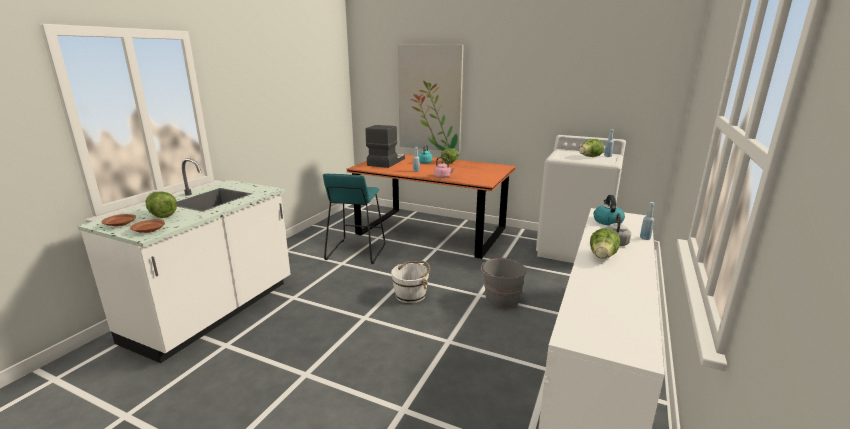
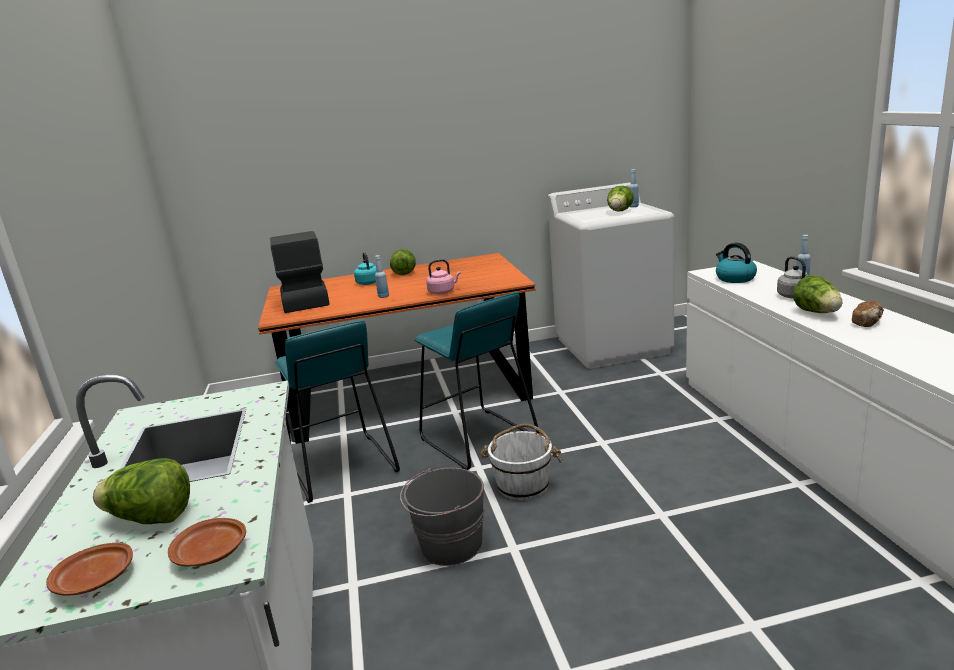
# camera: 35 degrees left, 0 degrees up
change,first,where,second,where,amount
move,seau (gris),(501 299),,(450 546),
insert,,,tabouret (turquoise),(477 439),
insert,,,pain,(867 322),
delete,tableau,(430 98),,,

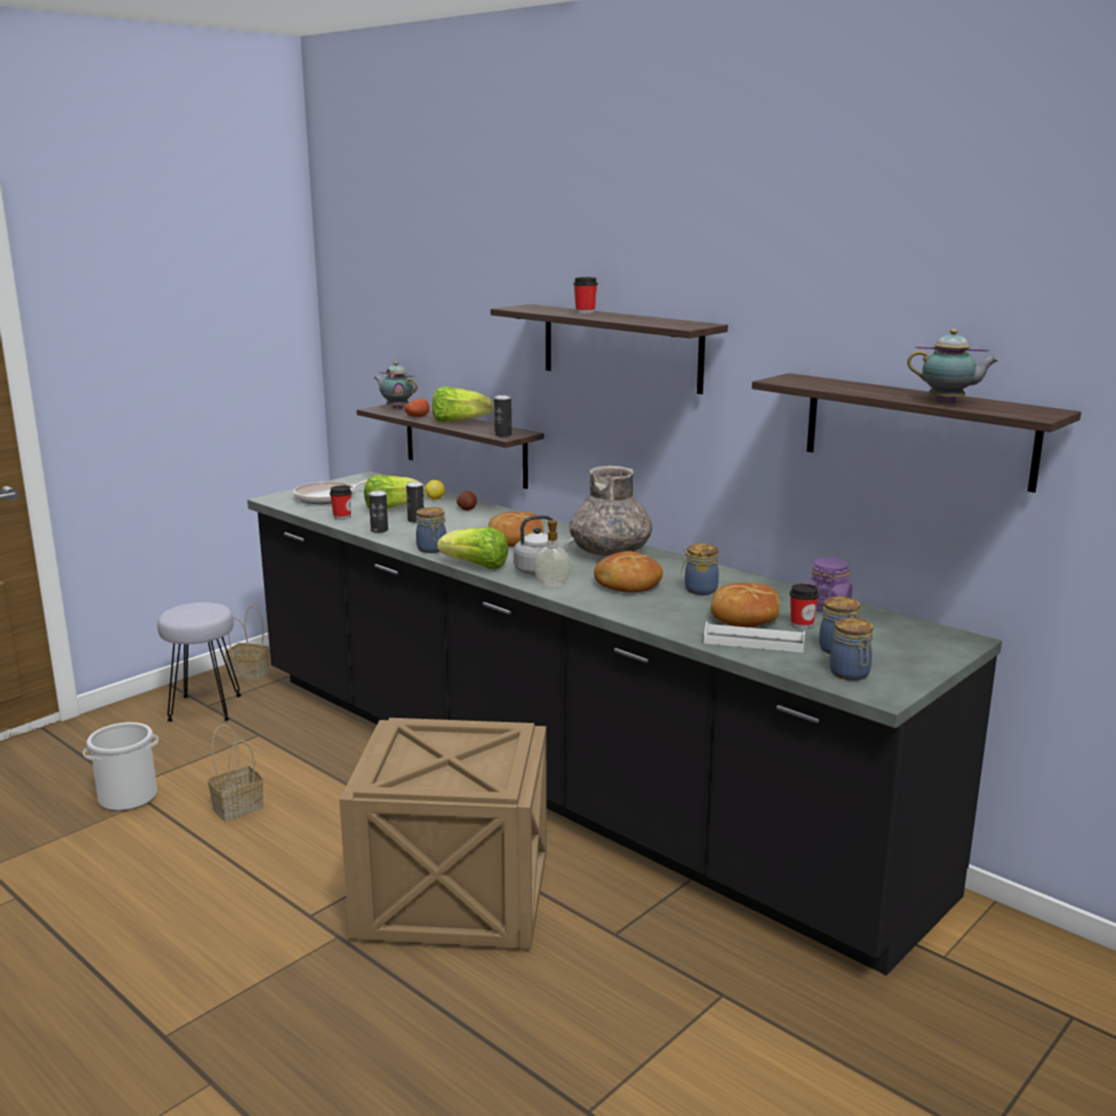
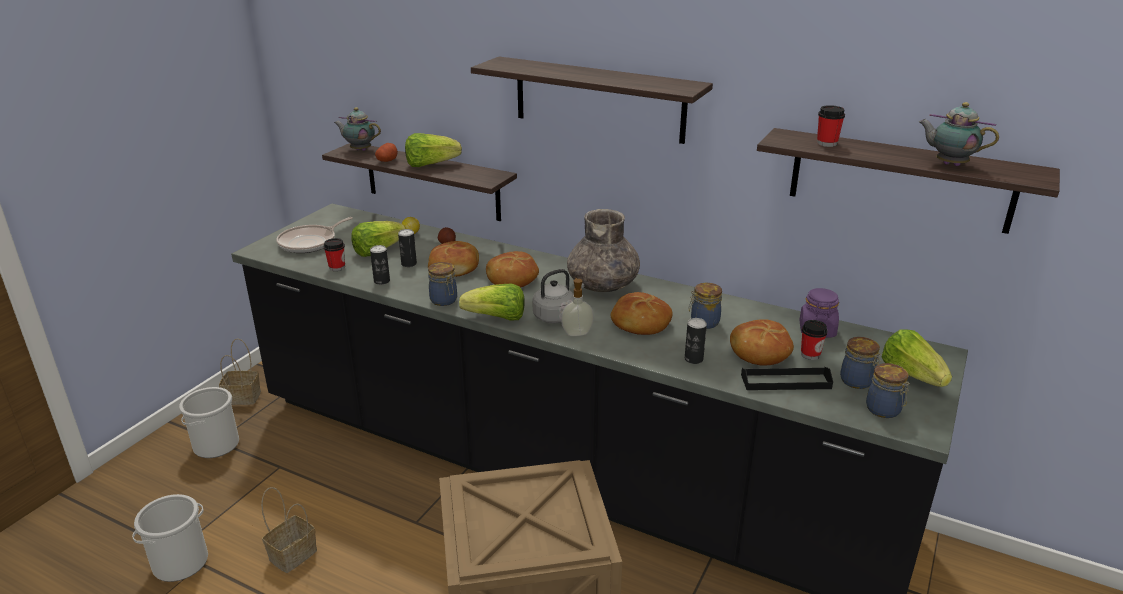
# camera: 15 degrees left, 10 degrees up
change,first,where,second,where,amount
replace,tabouret (gris),(205 709),seau,(216 445),
insert,,,pain,(454 267),
move,boîte métallique,(503 435),,(693 359),
recolor,plateau (blanc),(754 642),plateau (noir),(785 382),
move,tasse,(585 312),,(827 143),
insert,,,laitue,(911 375),
rotate,théière,(948 402),,(948 164),150 degrees counterclockwise

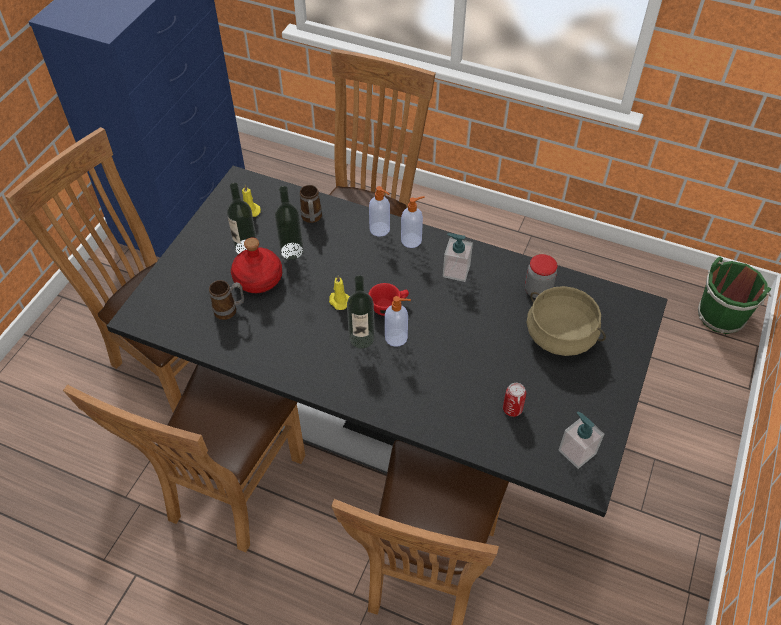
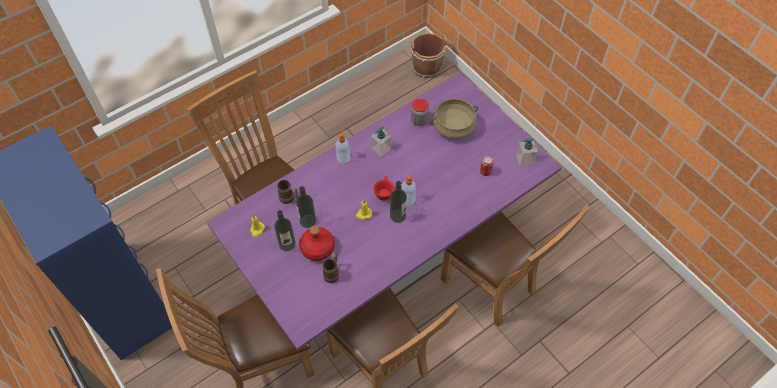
# camera: 60 degrees left, 5 degrees up
change,first,where,second,where,amount
recolor,table à manger (noir),(390 419),table à manger (violet),(388 256),
recolor,seau (vert),(722 314),seau (marron),(426 66),
delete,distributeur de savon,(380 229),,,

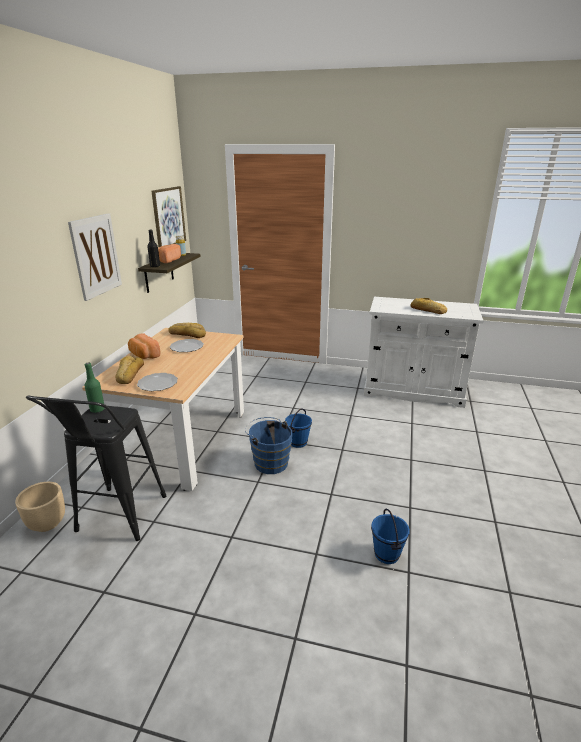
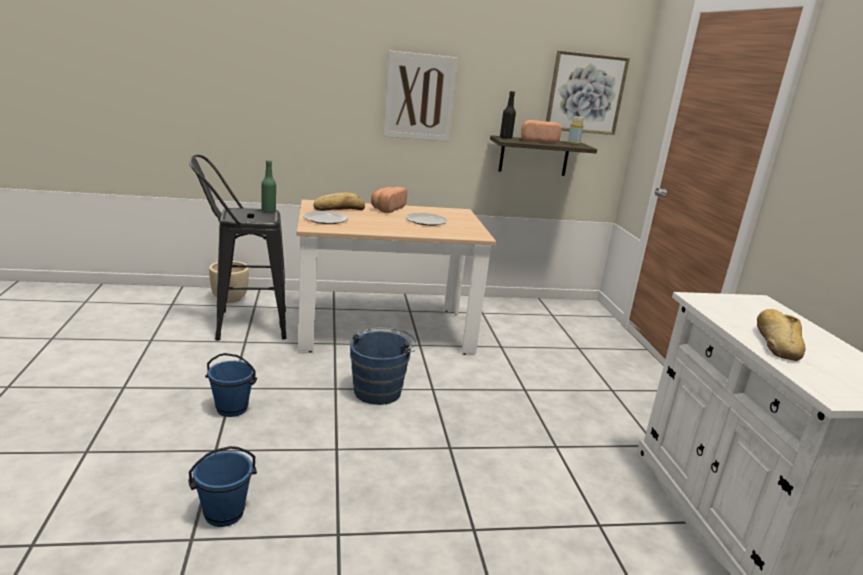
# camera: 65 degrees right, 5 degrees down
change,first,where,second,where,amount
move,seau (bleu),(297 442),,(232 408),
delete,pain,(187 334),,,

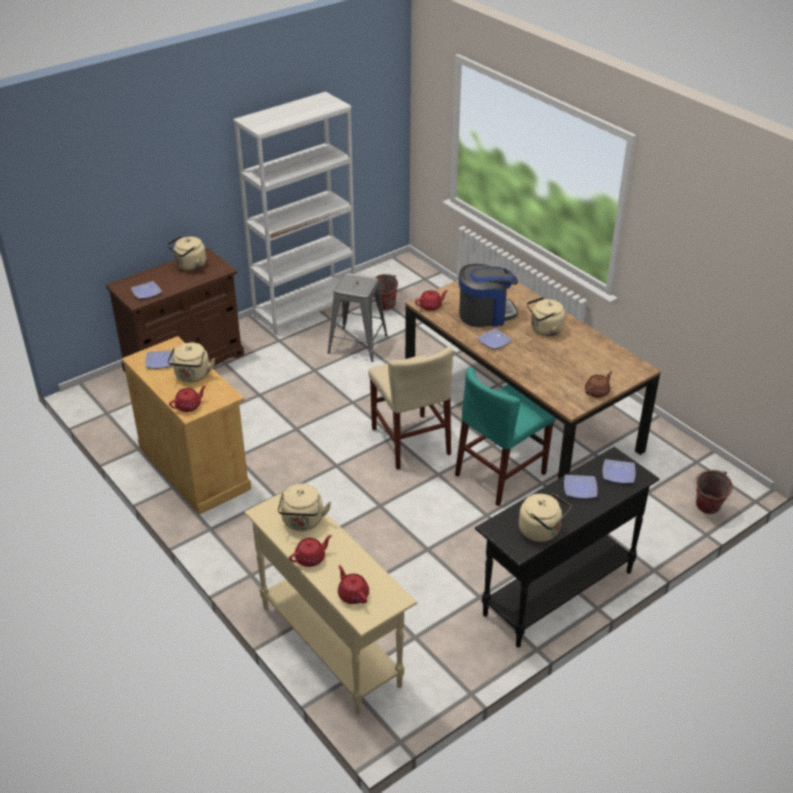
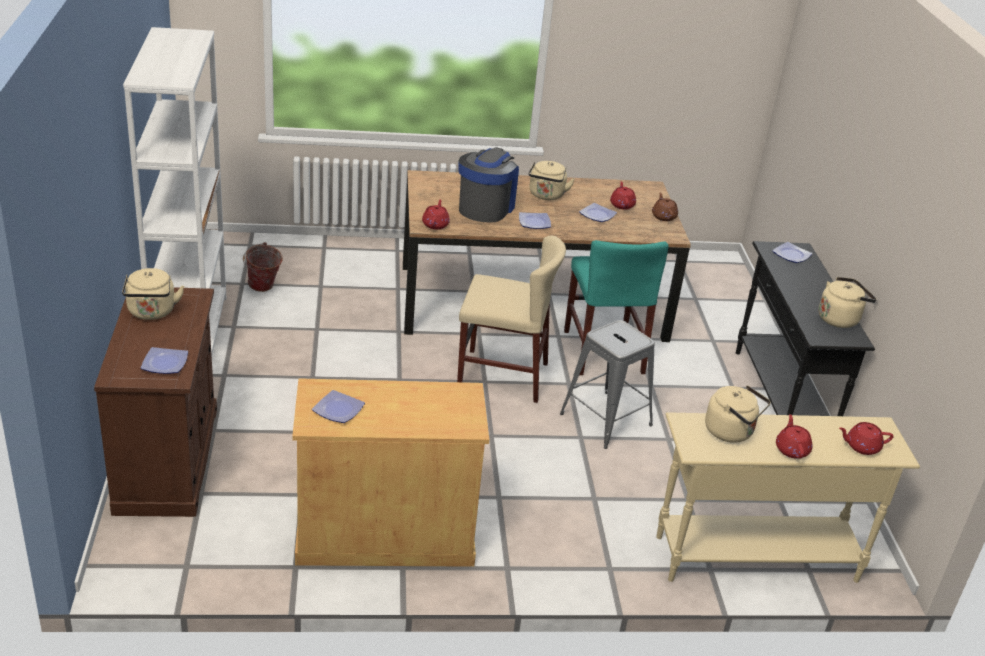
# camera: 60 degrees left, 5 degrees down
change,first,where,second,where,amount
move,tabouret (gris),(358 344),,(606 419),
move,assiette,(579 489),,(597 215),
move,théière (rouge),(189 406),,(622 205),
delete,bouilloire (beige),(192 376),,,
delete,seau,(706 510),,,

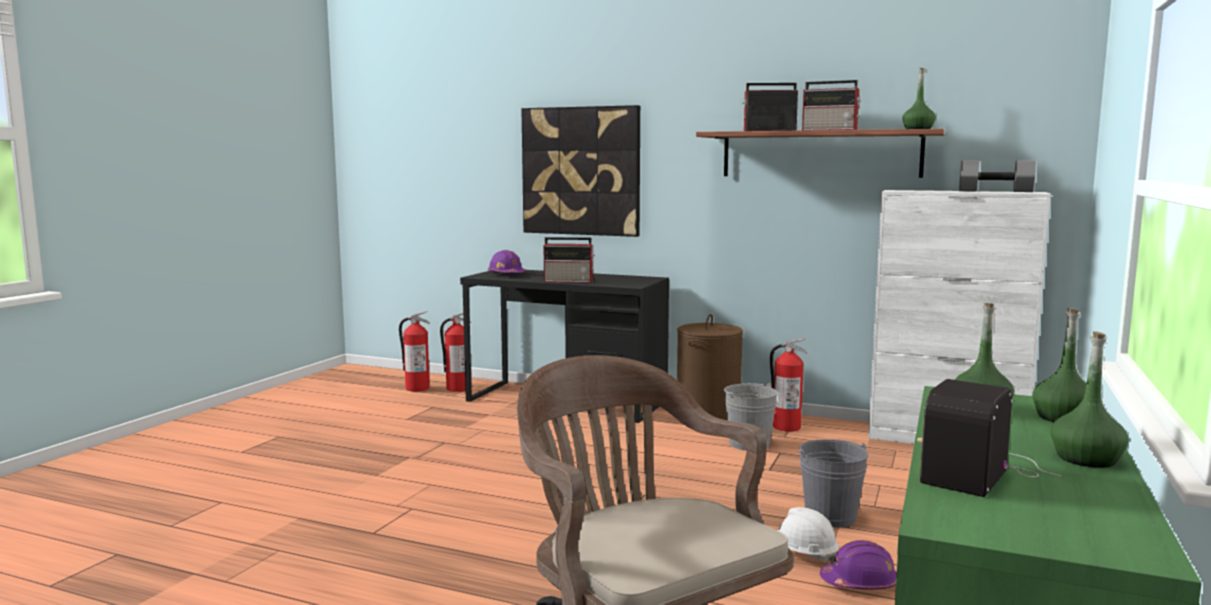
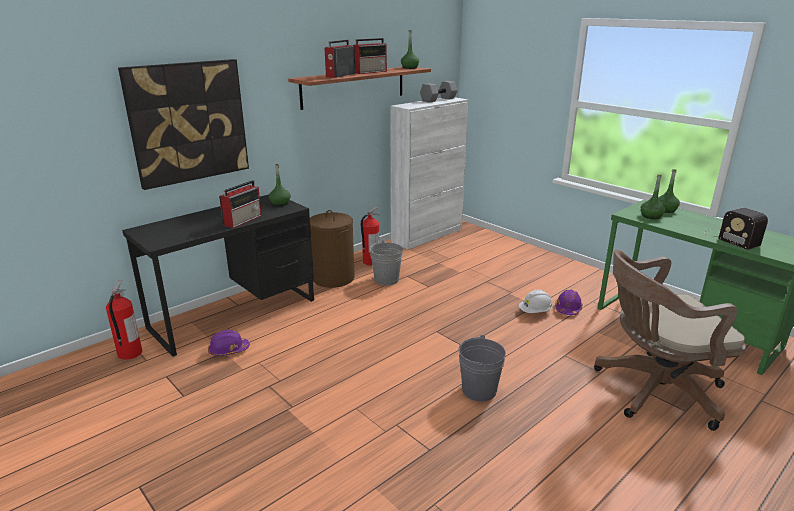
# camera: 65 degrees left, 15 degrees up
change,first,where,second,where,amount
move,casque de chantier (violet),(506 274),,(228 350),
move,bouteille (vert),(1086 459),,(280 203),
move,seau (gris),(830 516),,(479 390),
delete,extincteur,(417 388),,,

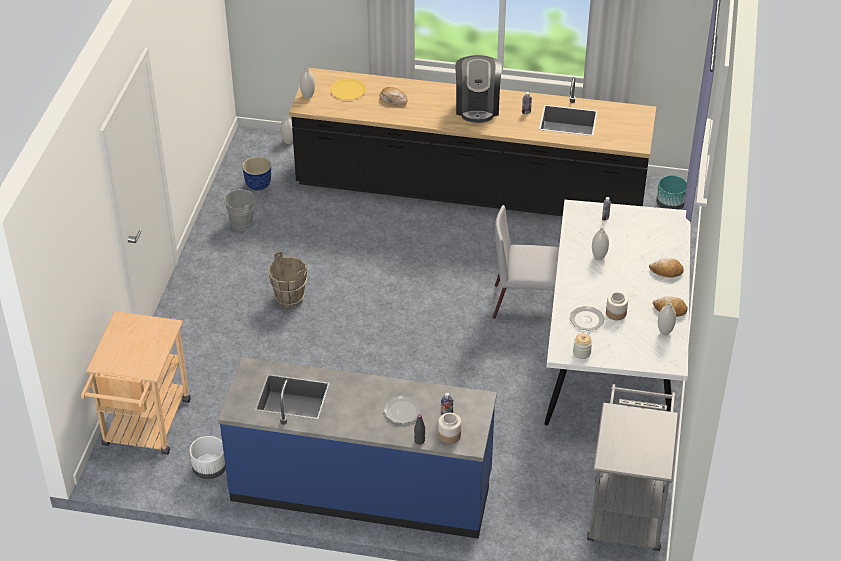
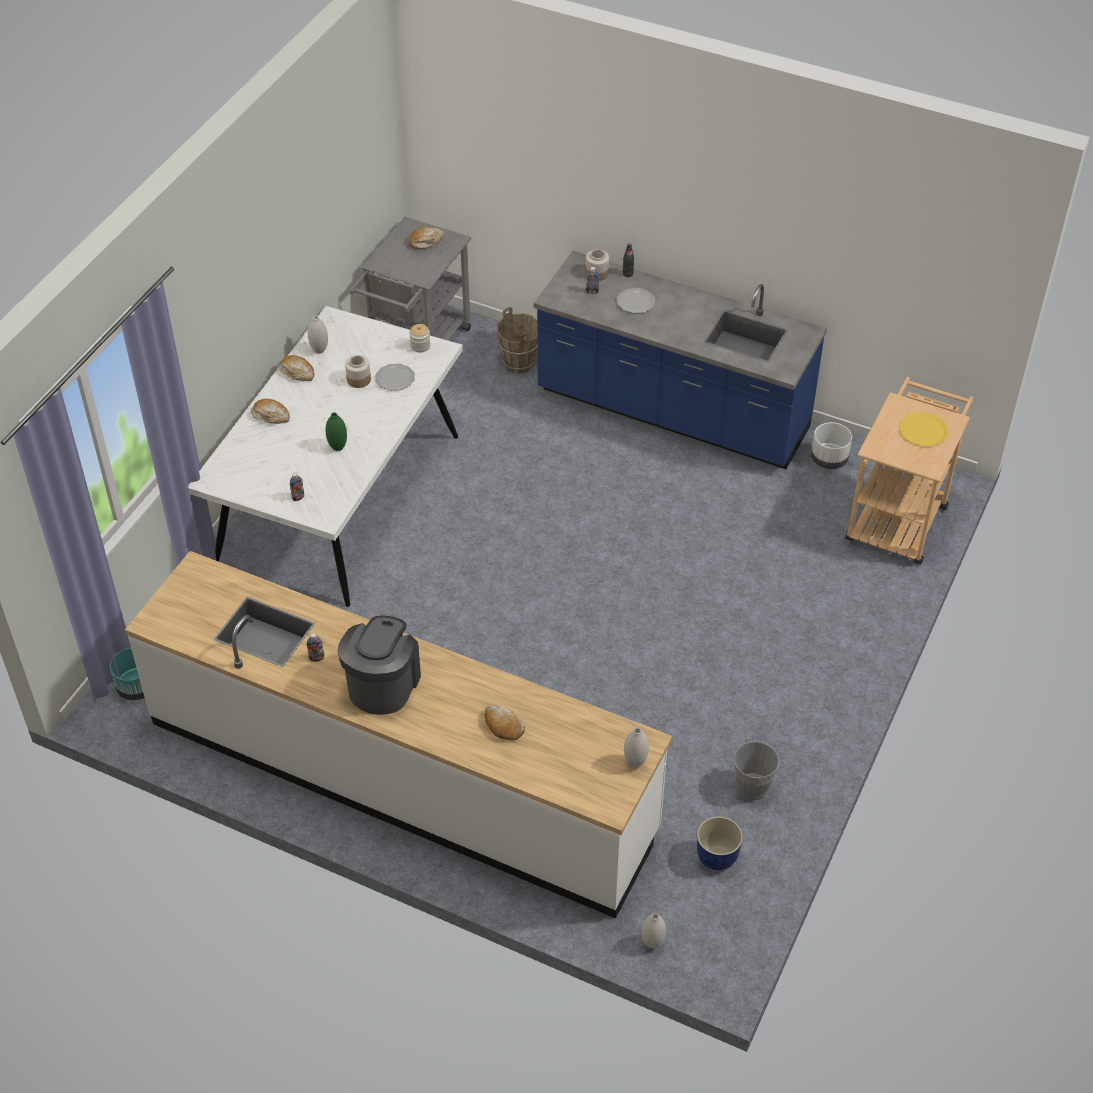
# camera: 165 degrees left, 5 degrees up
change,first,where,second,where,amount
recolor,comptoir de cuisine (noir),(470 190),comptoir de cuisine (blanc),(401 775),
recolor,vase (blanc),(599 257),vase (vert),(338 447),
insert,,,pain,(425 241),
move,seau (marron),(289 299),,(519 363),
move,assiette (jaune),(348 90),,(923 430),
delete,chaise (gris),(527 303),,,

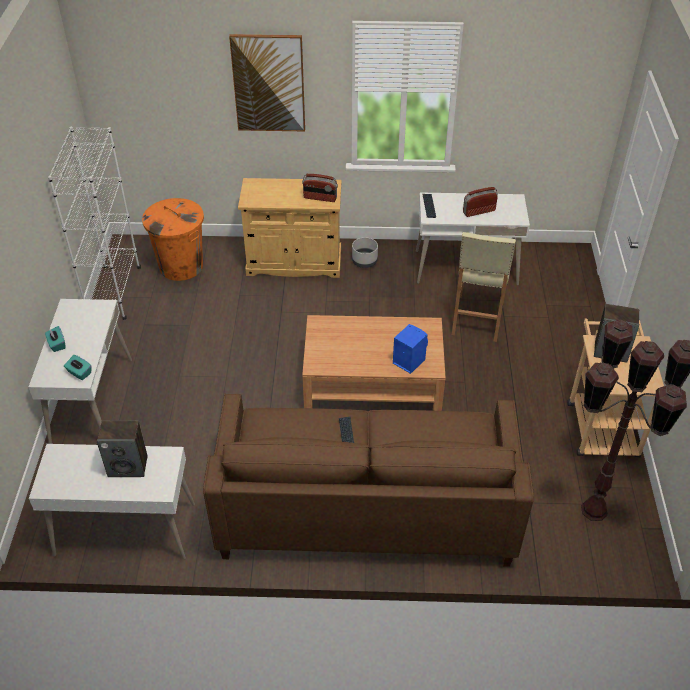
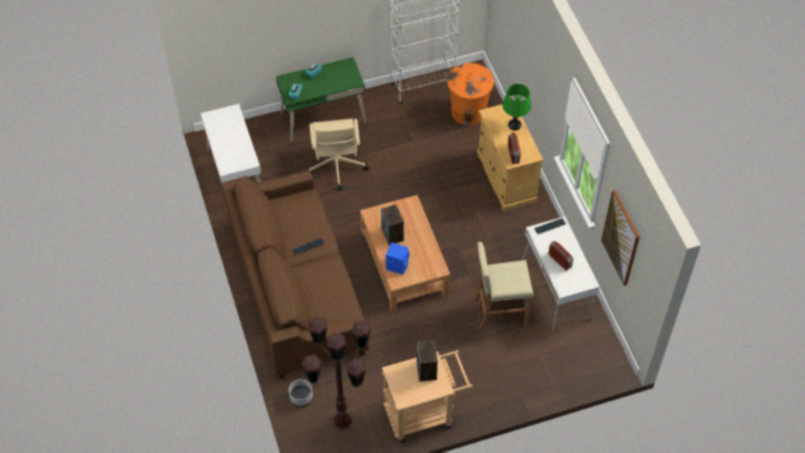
# camera: 70 degrees right, 10 degrees up
change,first,where,second,where,amount
recolor,bureau (blanc),(92 401),bureau (vert),(323 118),
move,cache-pot (gris),(364 261),,(301 398),
insert,,,chaise de bureau (beige),(336 167),
move,enceinte,(128 466),,(392 235),
insert,,,lampe de table (vert),(514 125),
move,tableau,(268 83),,(621 238),

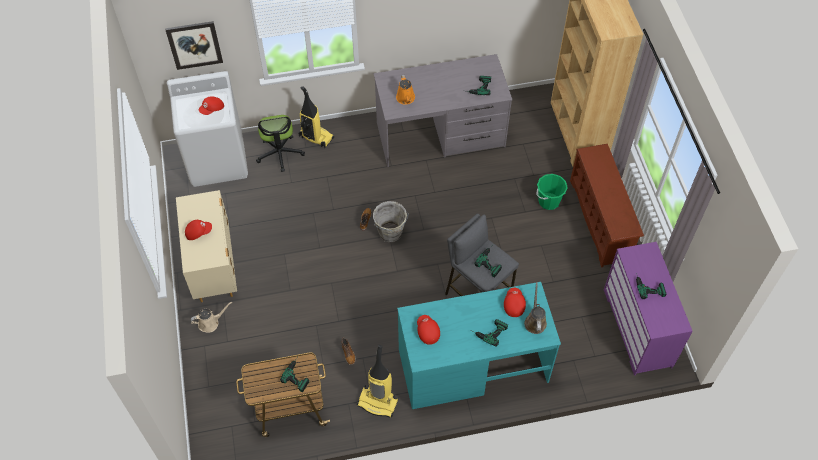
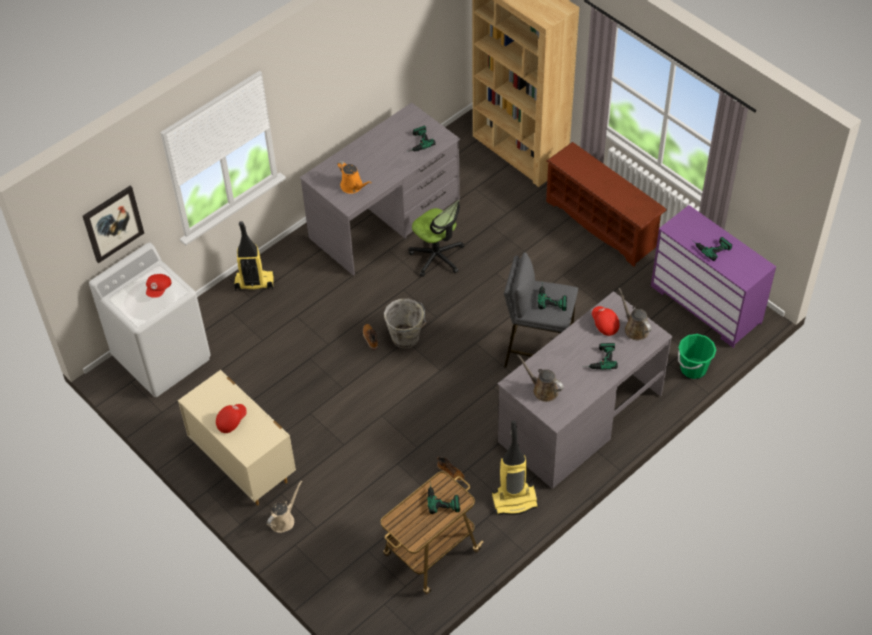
# camera: 30 degrees left, 5 degrees down
change,first,where,second,where,amount
move,chaise de bureau,(280 153),,(437 257),
recolor,bureau (turquoise),(472 365),bureau (gris),(579 418),
replace,casquette (rouge),(427 332),arrosoir (marron),(543 390),
move,seau (vert),(548 201),,(693 368),

